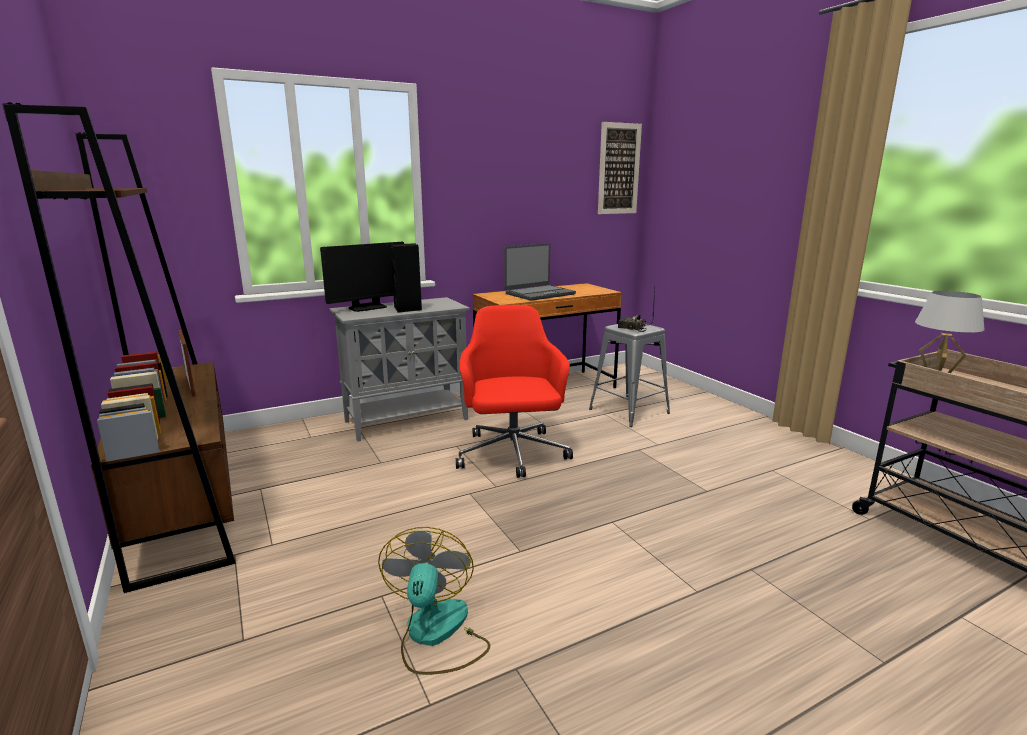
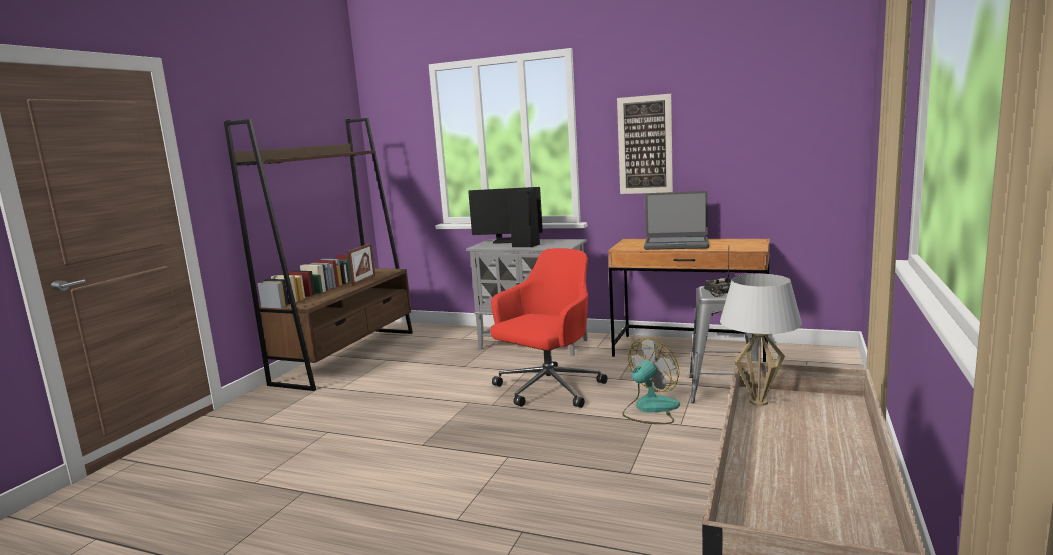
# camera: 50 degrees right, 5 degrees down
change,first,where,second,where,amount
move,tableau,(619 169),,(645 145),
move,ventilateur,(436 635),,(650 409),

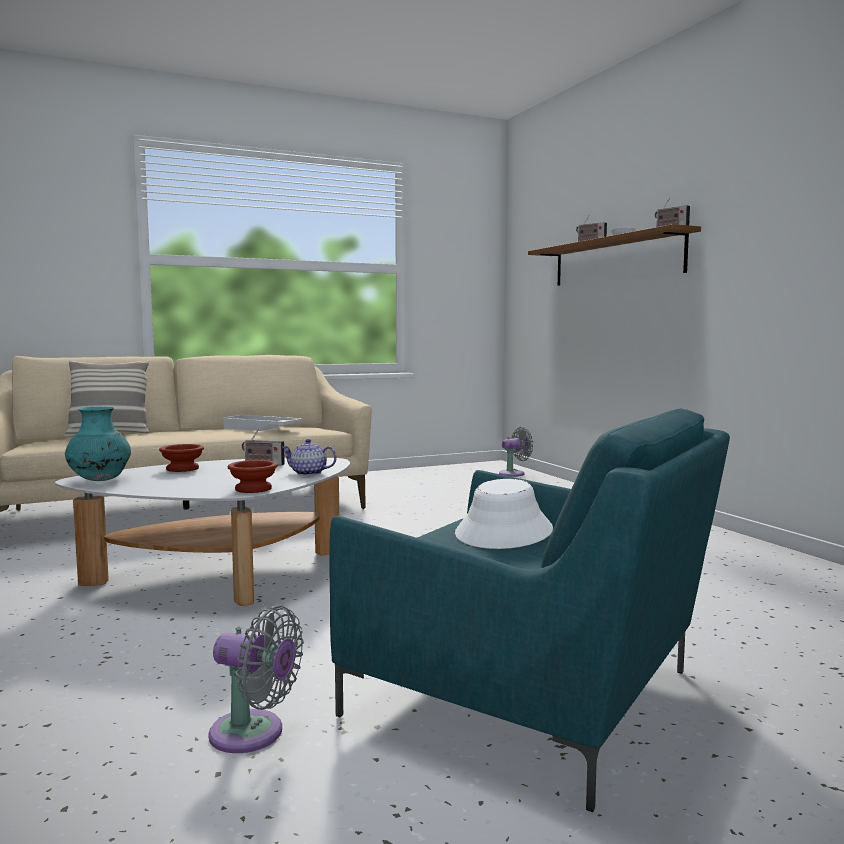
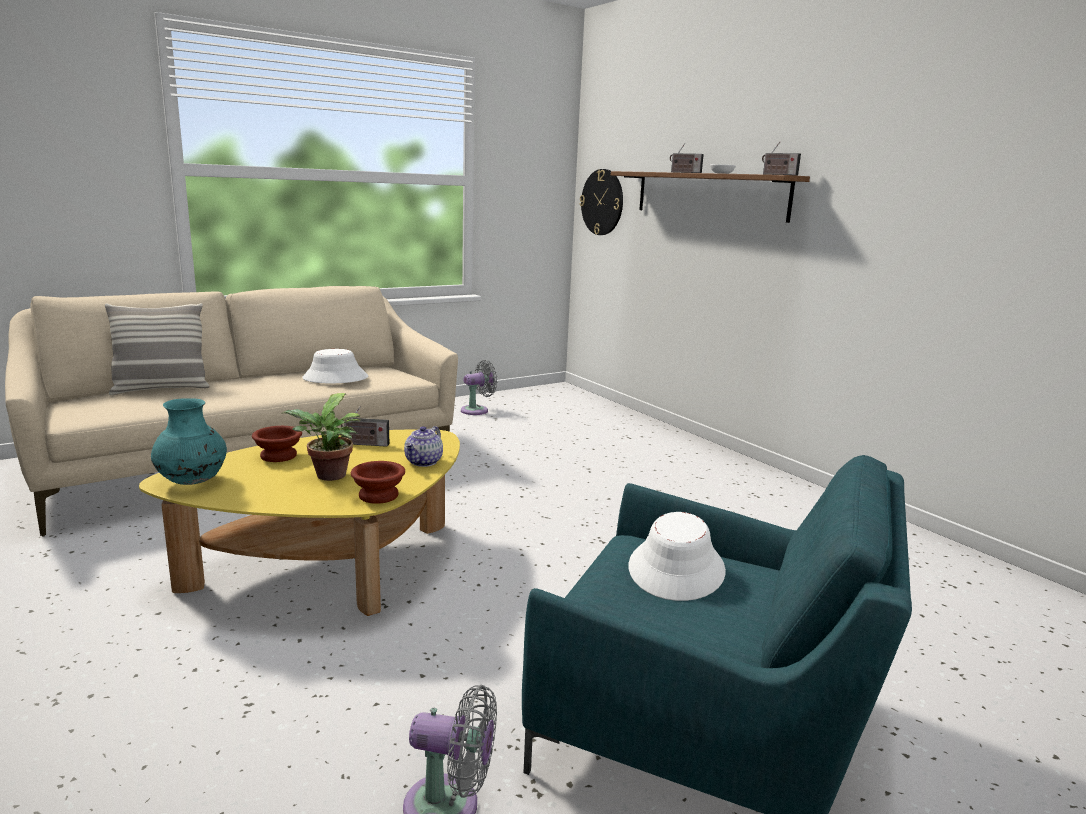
# camera: 10 degrees left, 10 degrees up
change,first,where,second,where,amount
recolor,table basse (blanc),(223 574),table basse (jaune),(331 568),
insert,,,plante en pot,(328 476),
replace,plateau (blanc),(260 428),chapeau (blanc),(335 378),
rotate,théière,(308 473),,(424 462),75 degrees counterclockwise
move,ventilateur (gris),(514 474),,(477 410),
insert,,,horloge murale,(602 202),

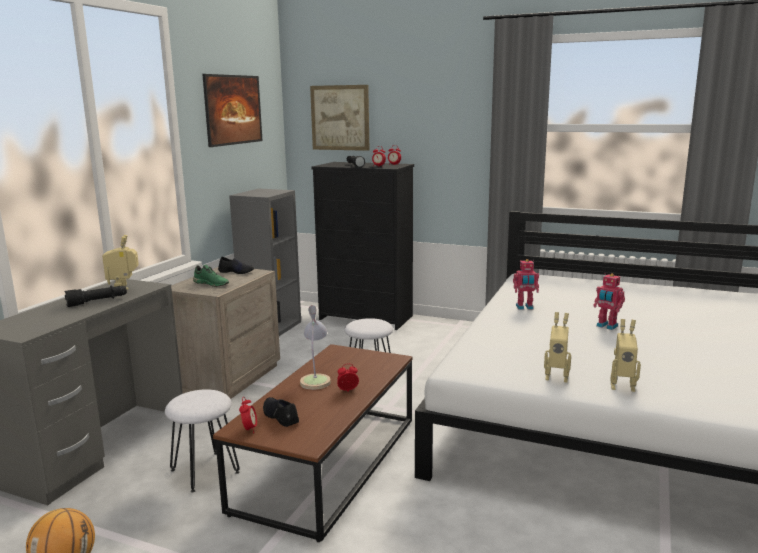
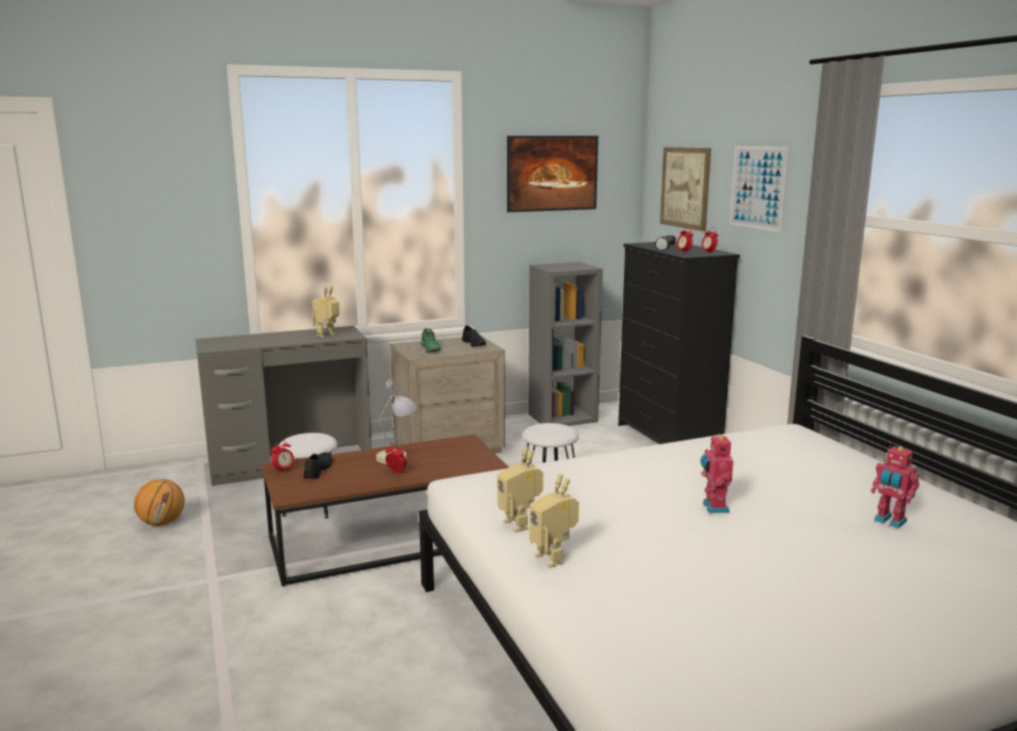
# camera: 45 degrees right, 0 degrees up
change,first,where,second,where,amount
insert,,,tableau,(758 187),
move,robot jouet,(524 307),,(889 521),
delete,lampe de poche (noir),(97 302),,,

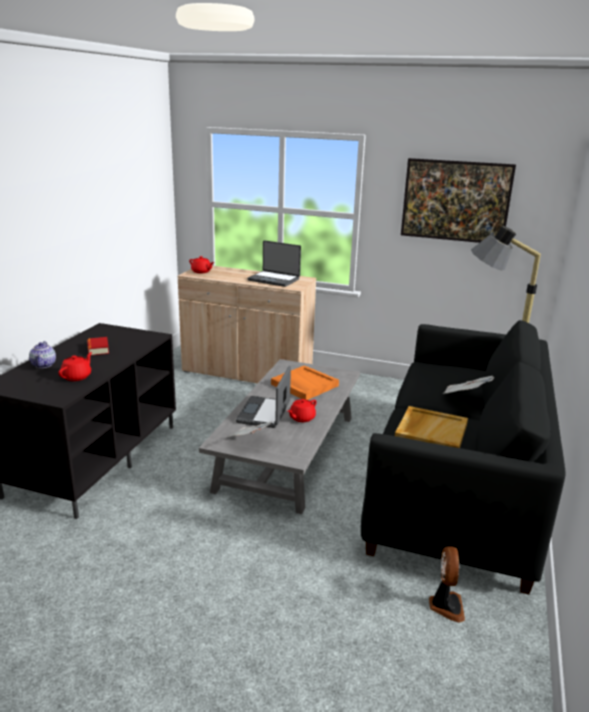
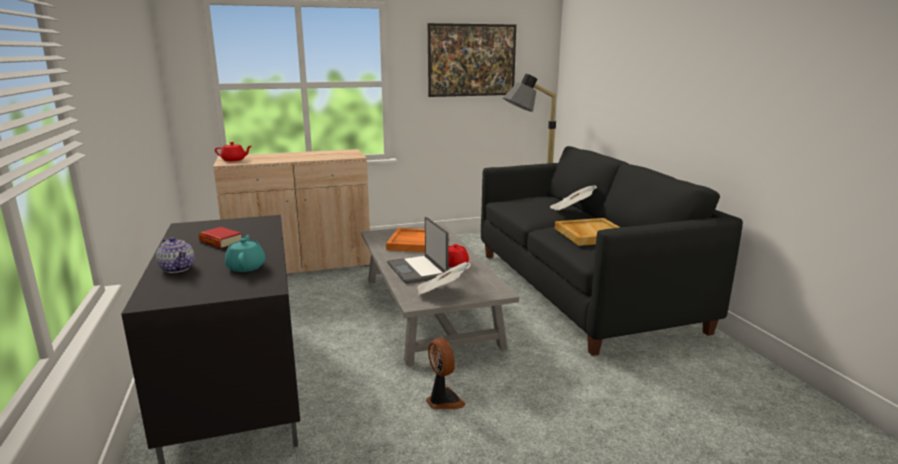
# camera: 35 degrees left, 5 degrees down
change,first,where,second,where,amount
recolor,théière (rouge),(77 376),théière (turquoise),(246 267),
move,ventilateur,(445 606),,(443 400),
delete,ordinateur portable,(274 279),,,

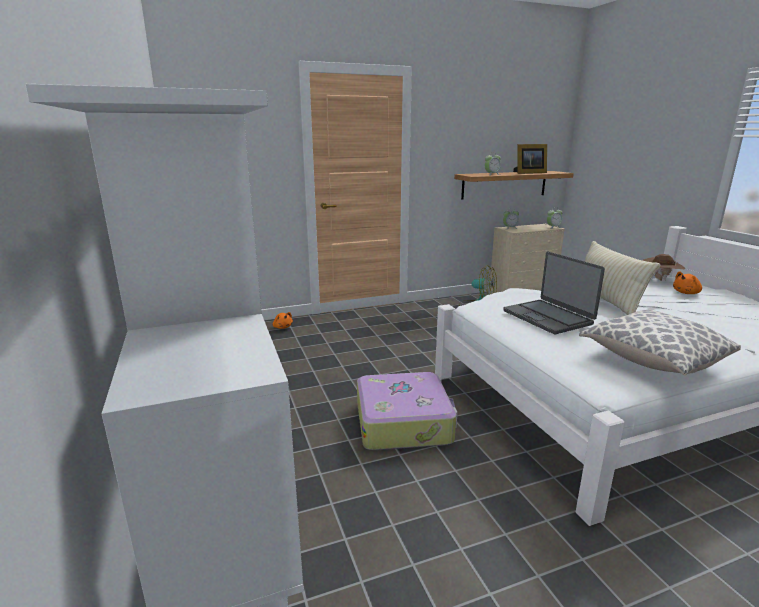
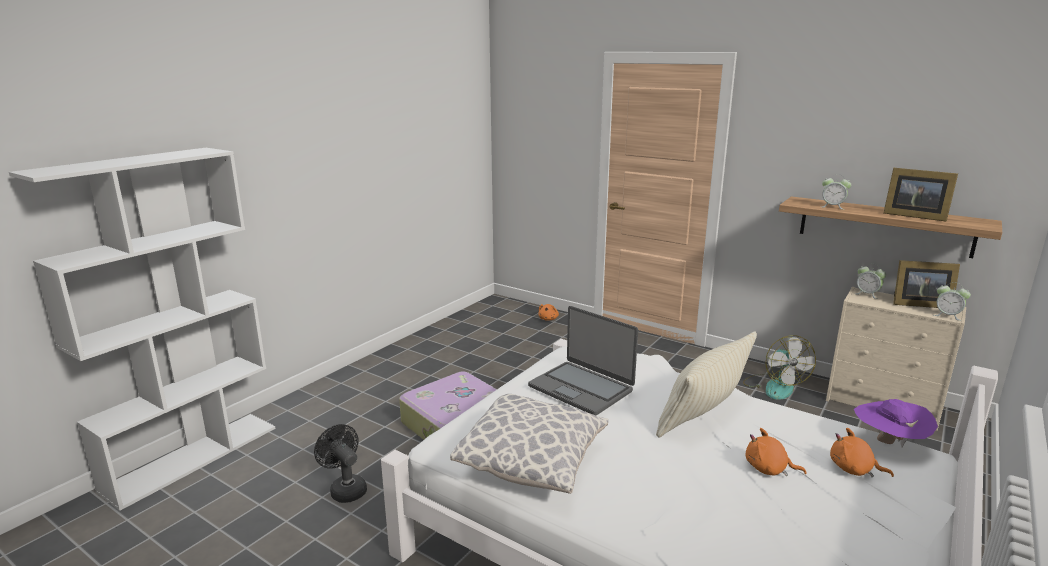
# camera: 55 degrees right, 0 degrees up
change,first,where,second,where,amount
insert,,,ventilateur (noir),(345 489),
rotate,ordinateur portable,(548 317),,(581 388),75 degrees counterclockwise
insert,,,peluche (orange),(769 469),
recolor,chapeau (marron),(659 280),chapeau (violet),(888 443),
insert,,,cadre photo,(918 304),

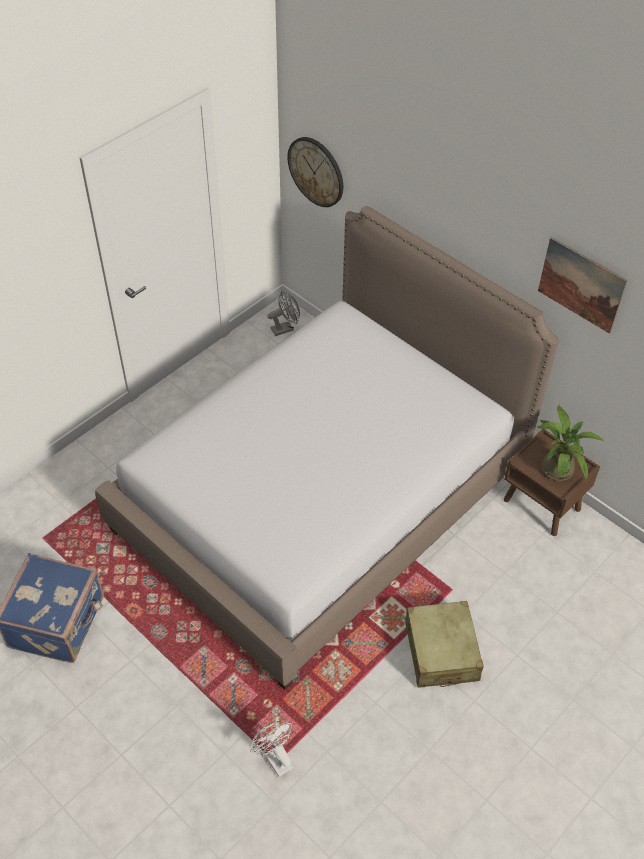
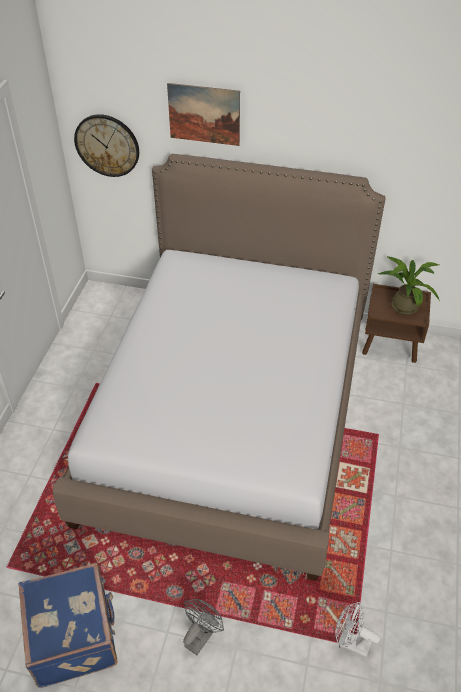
# camera: 30 degrees left, 5 degrees down
change,first,where,second,where,amount
move,tableau,(581 285),,(204 114),
move,ventilateur (gris),(285 328),,(201 635),
delete,valise (beige),(441 652),,,

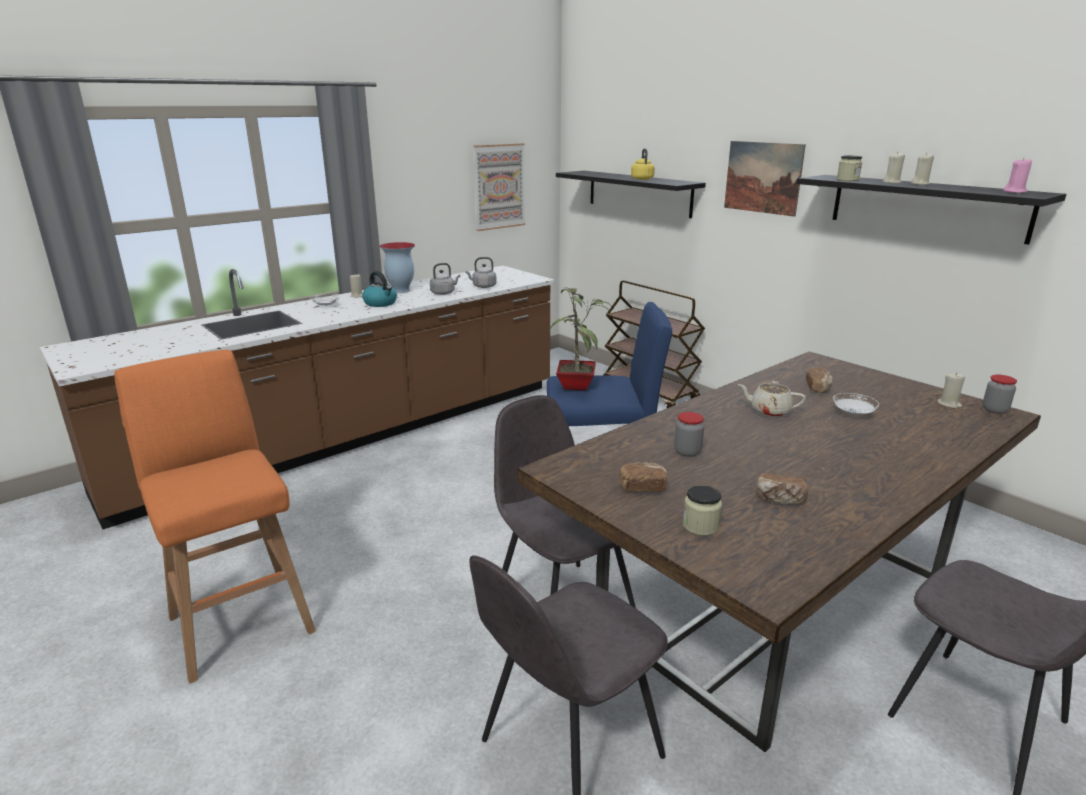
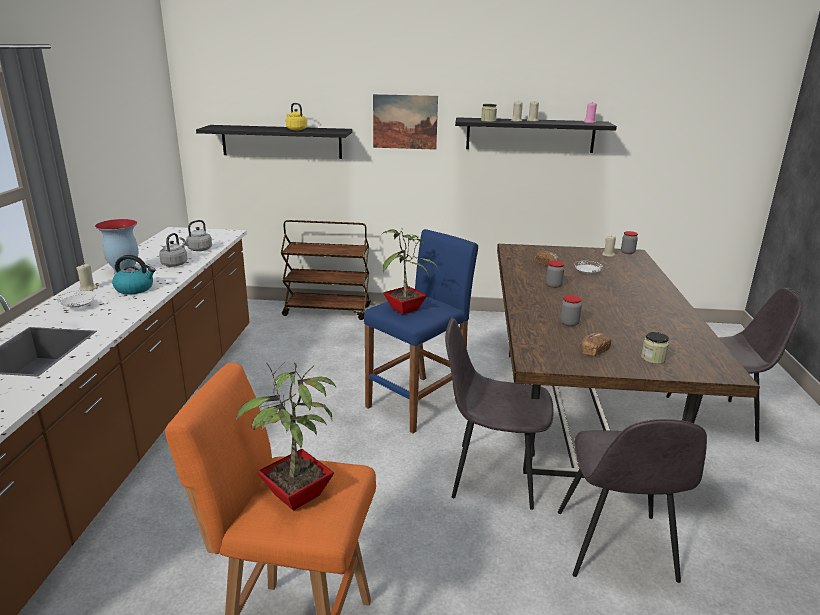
# camera: 45 degrees left, 0 degrees up
change,first,where,second,where,amount
insert,,,plante en pot,(294 497),
replace,théière (beige),(769 411),bocal,(553 285),
delete,tableau,(499 186),,,
delete,pain,(779 500),,,

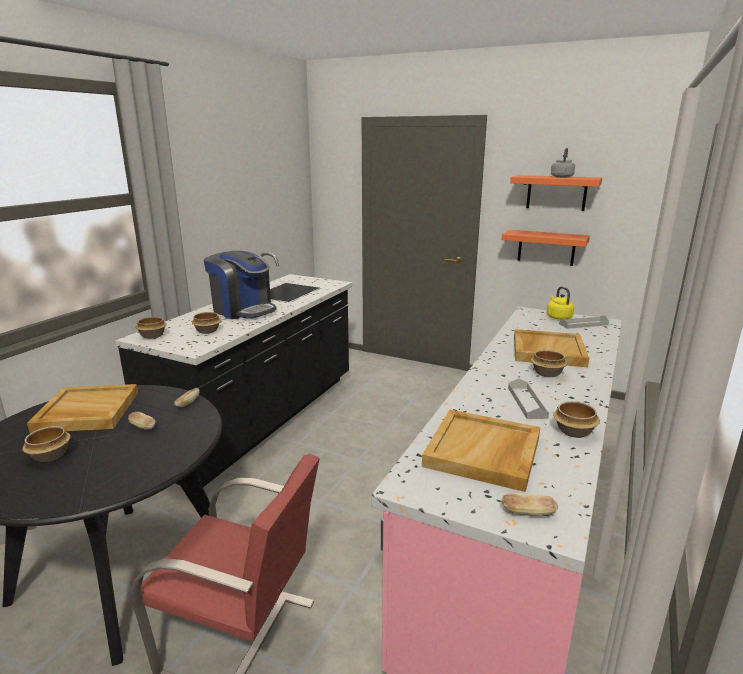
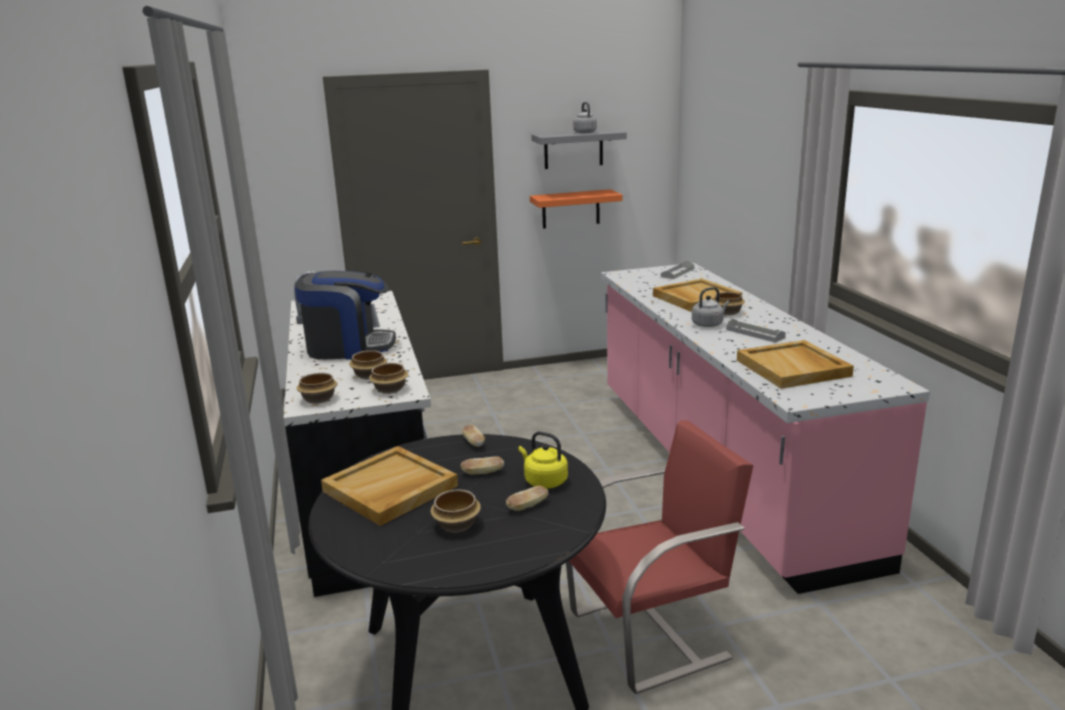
# camera: 40 degrees left, 0 degrees up
change,first,where,second,where,amount
move,bol,(575 432),,(391 389),
move,pain,(528 513),,(527 506),
move,bouilloire (jaune),(558 317),,(544 481),
recolor,étagère (orange),(556 193),étagère (gris),(573 149),
insert,,,bouilloire (gris),(708 324),

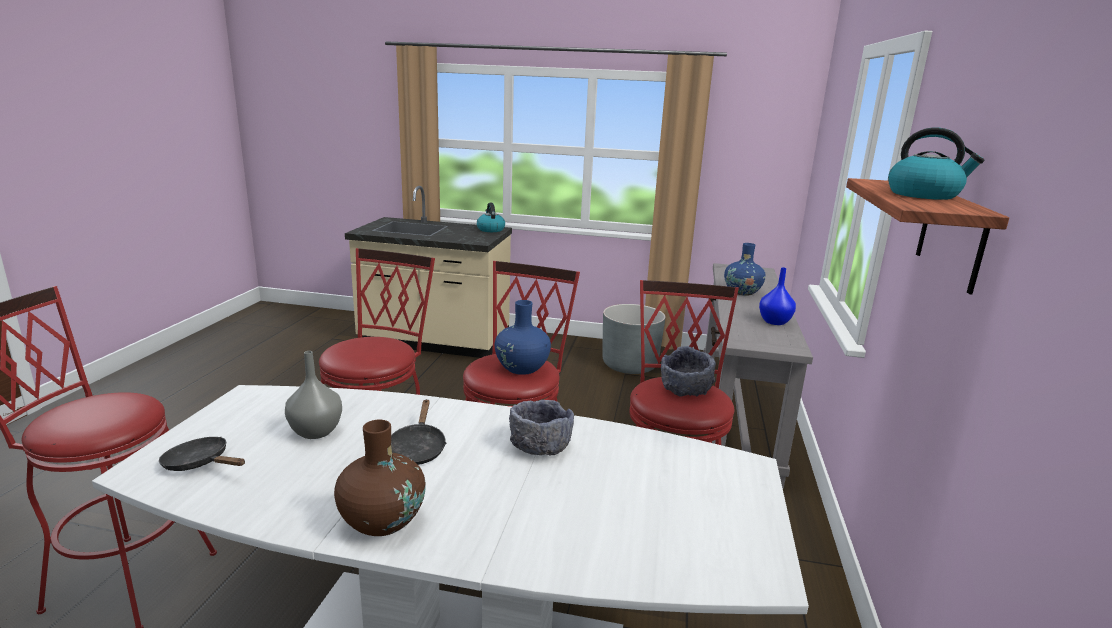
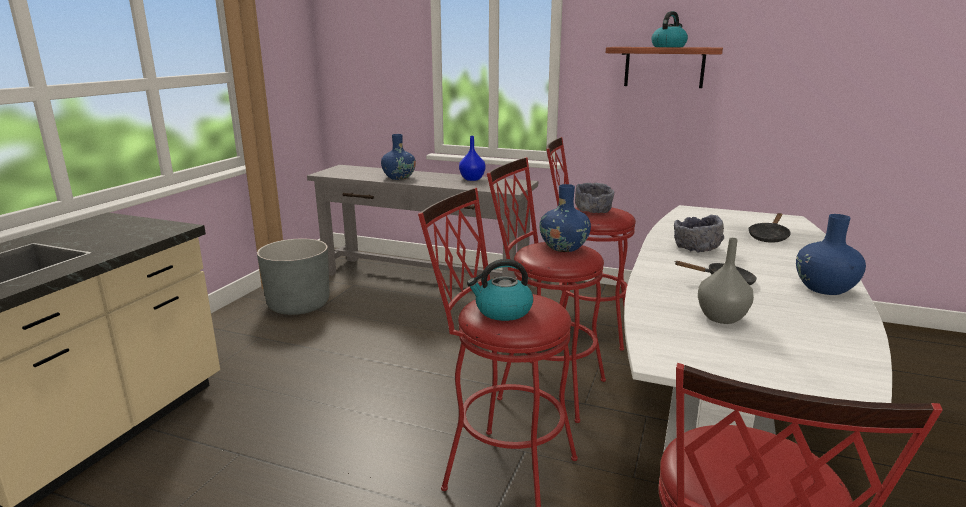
# camera: 80 degrees left, 0 degrees up
change,first,where,second,where,amount
move,bouilloire,(490 229),,(502 311),
move,poêle (noir),(200 463),,(769 237),
recolor,vase (marron),(382 521),vase (bleu),(824 288),

